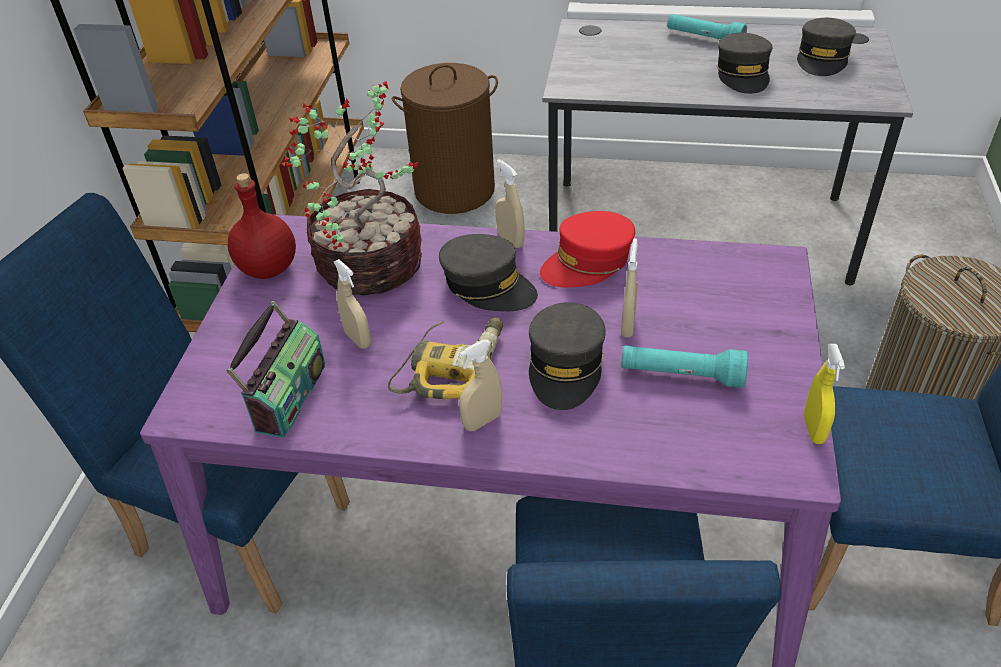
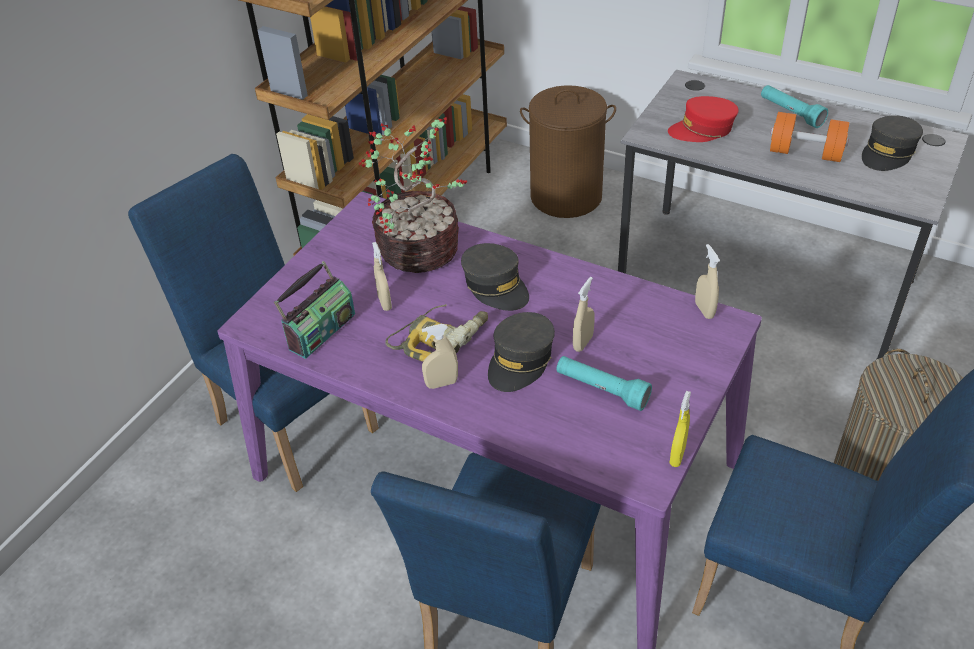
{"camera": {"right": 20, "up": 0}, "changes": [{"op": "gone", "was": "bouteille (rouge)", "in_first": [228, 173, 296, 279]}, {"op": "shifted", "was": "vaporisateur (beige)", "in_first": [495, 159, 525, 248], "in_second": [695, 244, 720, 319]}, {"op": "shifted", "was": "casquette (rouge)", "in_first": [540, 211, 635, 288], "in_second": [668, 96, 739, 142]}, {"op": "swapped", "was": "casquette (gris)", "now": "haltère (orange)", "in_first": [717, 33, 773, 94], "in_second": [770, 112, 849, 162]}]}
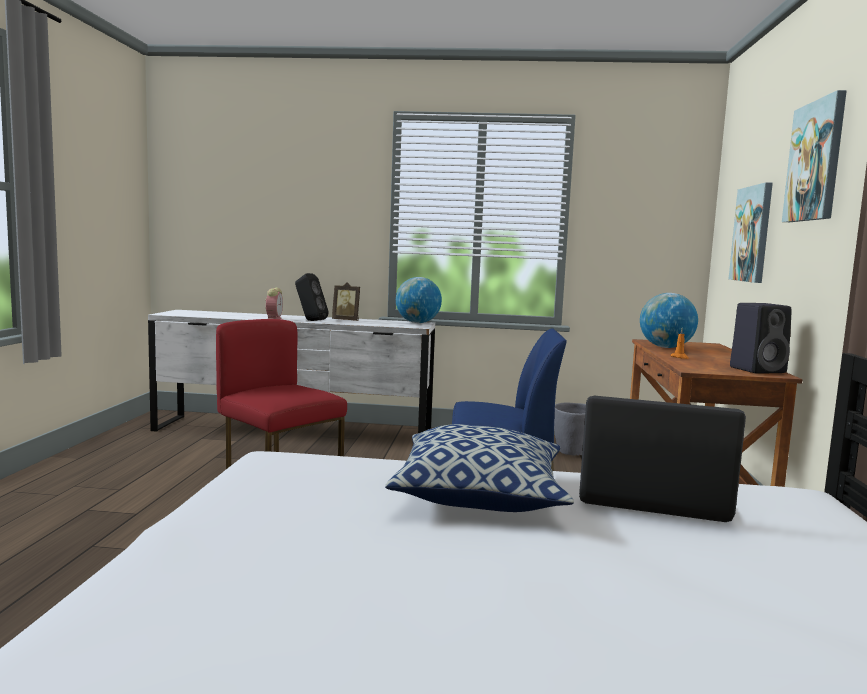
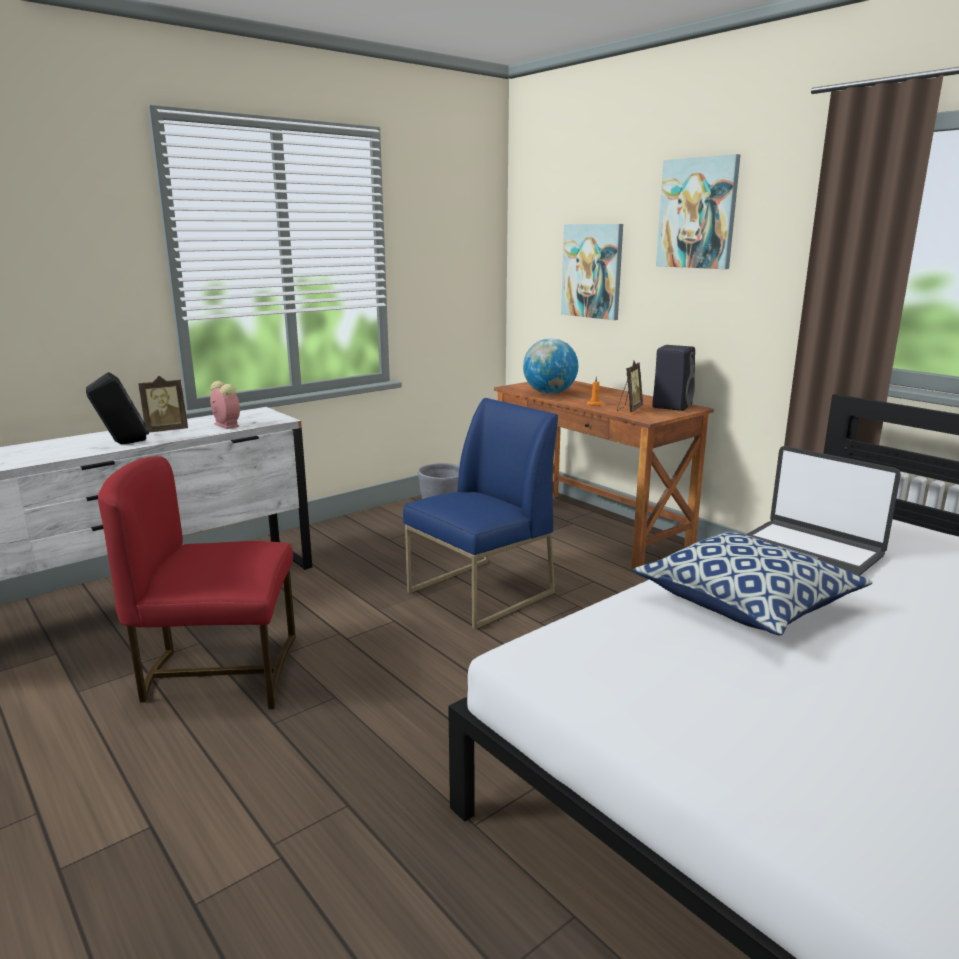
{"camera": {"right": -45, "up": 10}, "changes": [{"op": "gone", "was": "globe", "in_first": [396, 277, 442, 323]}, {"op": "new", "now": "cadre photo", "in_second": [617, 361, 643, 412]}, {"op": "shifted", "was": "réveil", "in_first": [265, 288, 283, 319], "in_second": [210, 381, 240, 429]}, {"op": "rotated", "was": "ordinateur portable", "in_first": [579, 396, 746, 522], "in_second": [746, 446, 901, 576], "clockwise": -105}]}
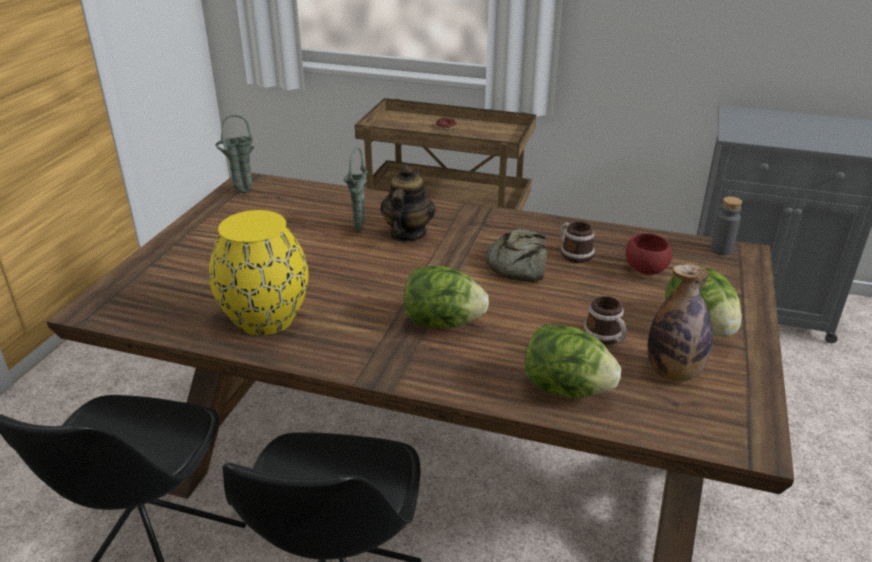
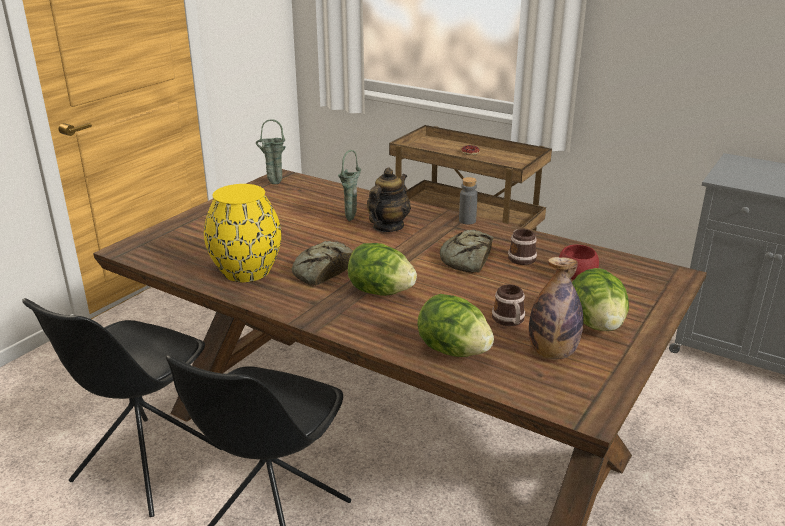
{"camera": {"right": 15, "up": -5}, "changes": [{"op": "new", "now": "pain", "in_second": [292, 241, 353, 286]}, {"op": "shifted", "was": "bouteille (gris)", "in_first": [710, 196, 742, 255], "in_second": [459, 177, 478, 224]}]}
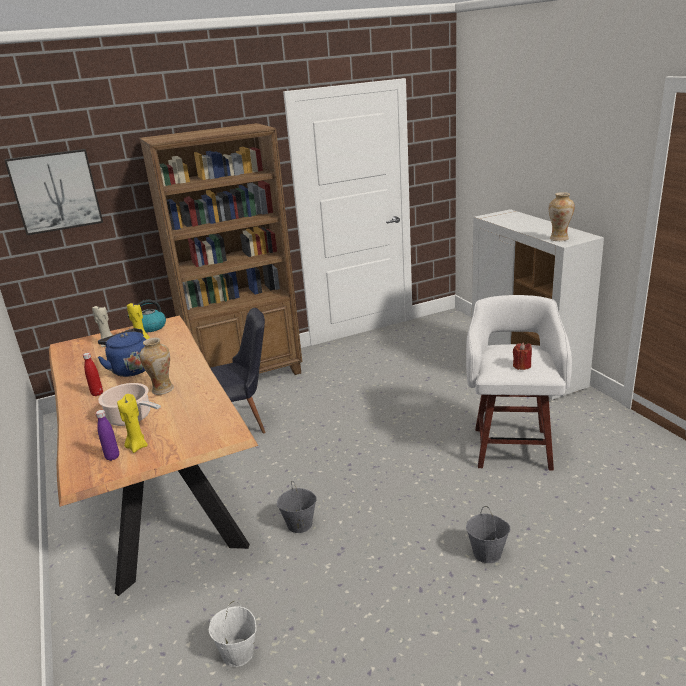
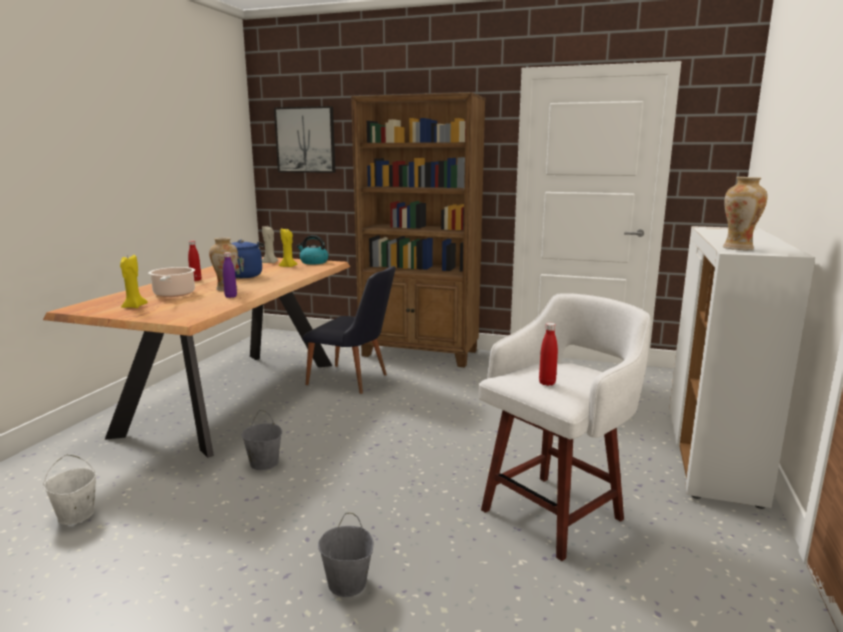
{"camera": {"right": 40, "up": -10}, "changes": [{"op": "shifted", "was": "bouteille (violet)", "in_first": [96, 410, 119, 461], "in_second": [223, 252, 237, 298]}, {"op": "swapped", "was": "bougie (rouge)", "now": "bouteille (rouge)", "in_first": [513, 343, 532, 370], "in_second": [539, 323, 558, 386]}]}
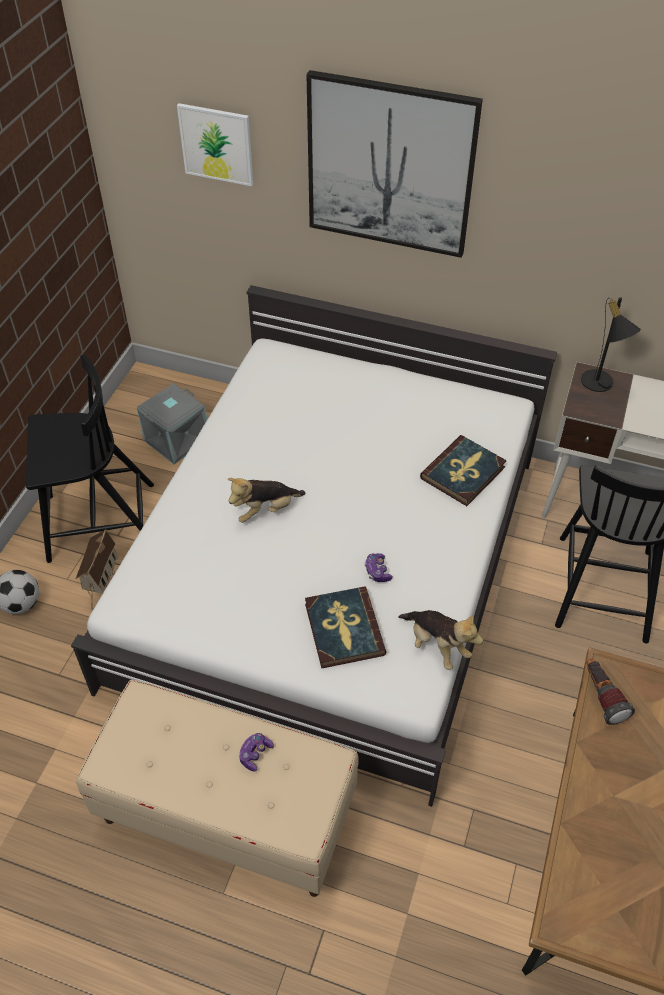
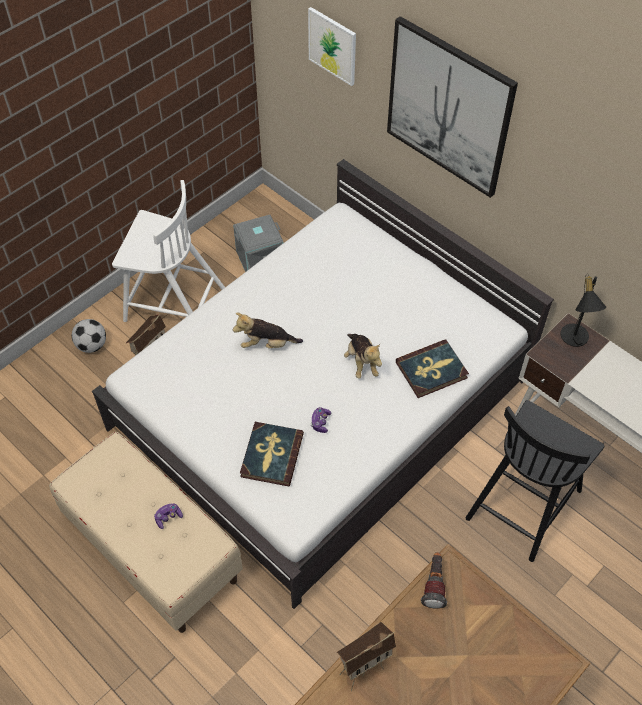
{"camera": {"right": 25, "up": 5}, "changes": [{"op": "new", "now": "maison miniature", "in_second": [337, 622, 396, 691]}, {"op": "shifted", "was": "peluche", "in_first": [398, 610, 483, 670], "in_second": [344, 334, 382, 379]}, {"op": "repainted", "was": "chaise (noir)", "now": "chaise (blanc)", "in_first": [26, 354, 154, 563], "in_second": [112, 180, 225, 322]}]}
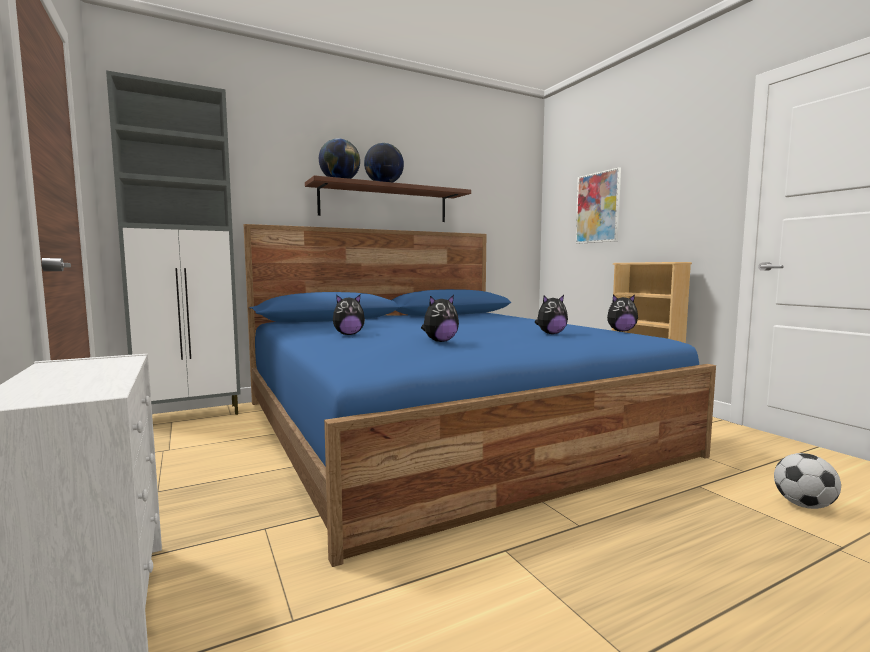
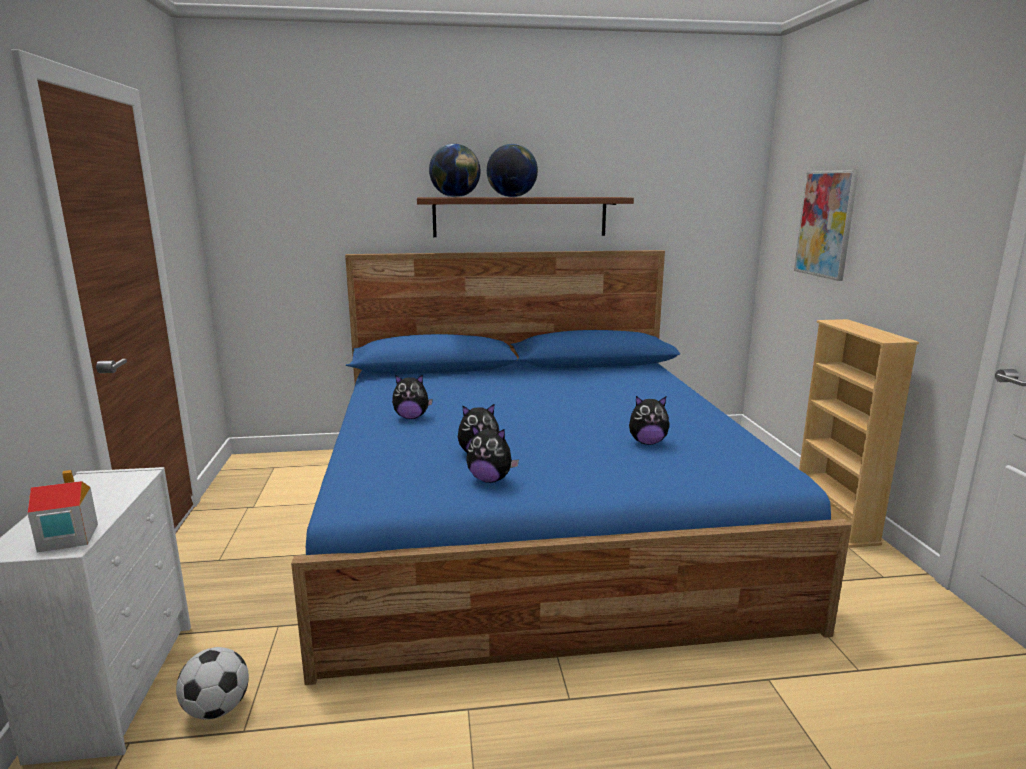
{"camera": {"right": 20, "up": 10}, "changes": [{"op": "gone", "was": "meuble de rangement (gris)", "in_first": [106, 70, 241, 415]}, {"op": "new", "now": "maison miniature", "in_second": [28, 470, 98, 552]}, {"op": "shifted", "was": "peluche", "in_first": [607, 295, 638, 332], "in_second": [466, 425, 519, 483]}, {"op": "shifted", "was": "ballon de foot", "in_first": [774, 453, 841, 509], "in_second": [176, 647, 249, 720]}]}
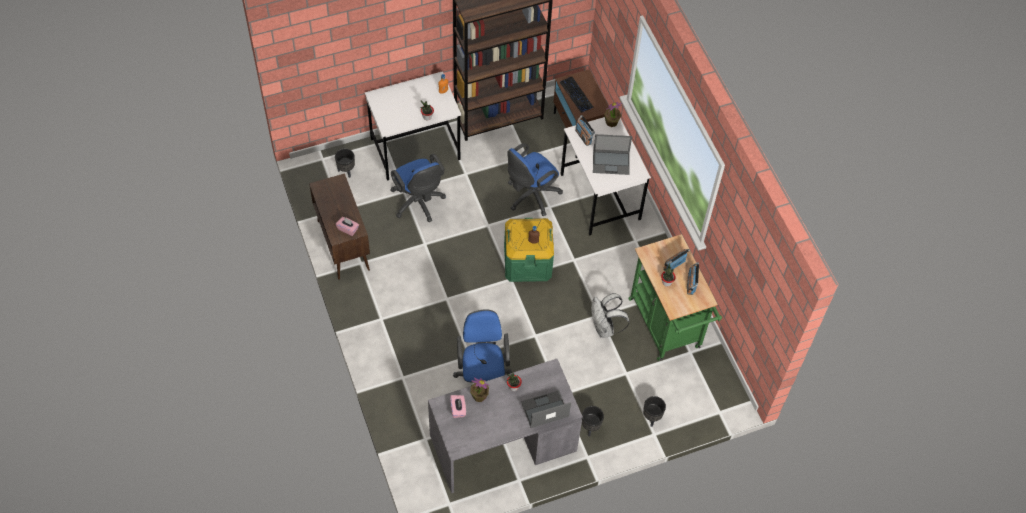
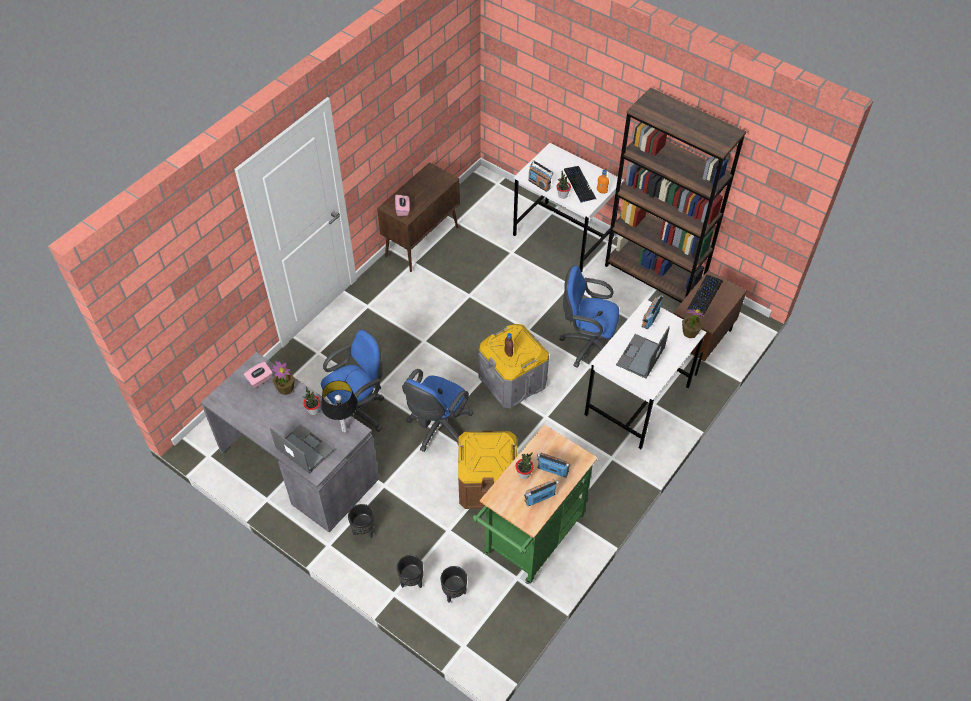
{"camera": {"right": 60, "up": -5}, "changes": [{"op": "new", "now": "lampe de table", "in_second": [321, 381, 358, 433]}, {"op": "new", "now": "radio", "in_second": [528, 160, 553, 192]}, {"op": "new", "now": "clavier", "in_second": [564, 166, 596, 202]}, {"op": "shifted", "was": "cache-pot (noir)", "in_first": [335, 148, 355, 178], "in_second": [440, 566, 467, 603]}, {"op": "shifted", "was": "chaise de bureau (bleu)", "in_first": [390, 154, 446, 222], "in_second": [402, 369, 474, 452]}, {"op": "swapped", "was": "sac à dos (blanc)", "now": "boîte de rangement (marron)", "in_first": [591, 293, 630, 338], "in_second": [458, 430, 517, 509]}, {"op": "repainted", "was": "boîte de rangement (vert)", "now": "boîte de rangement (gris)", "in_first": [504, 218, 554, 282], "in_second": [479, 324, 549, 408]}, {"op": "rotated", "was": "ordinateur portable", "in_first": [593, 134, 632, 175], "in_second": [616, 326, 670, 379], "clockwise": 60}]}
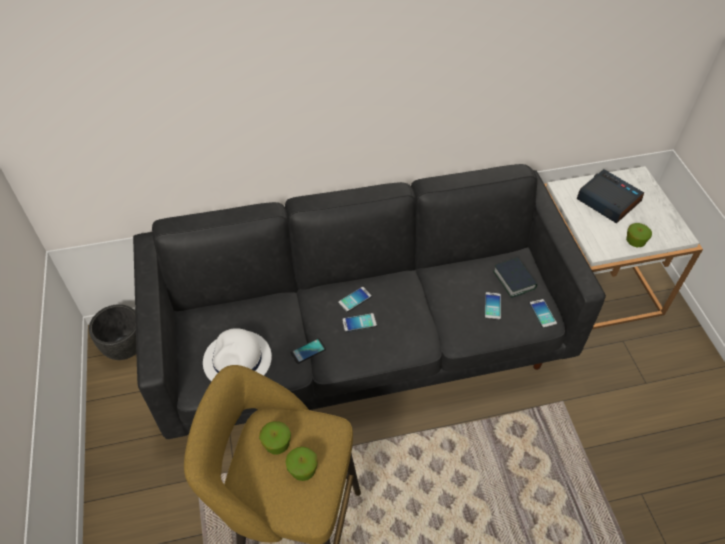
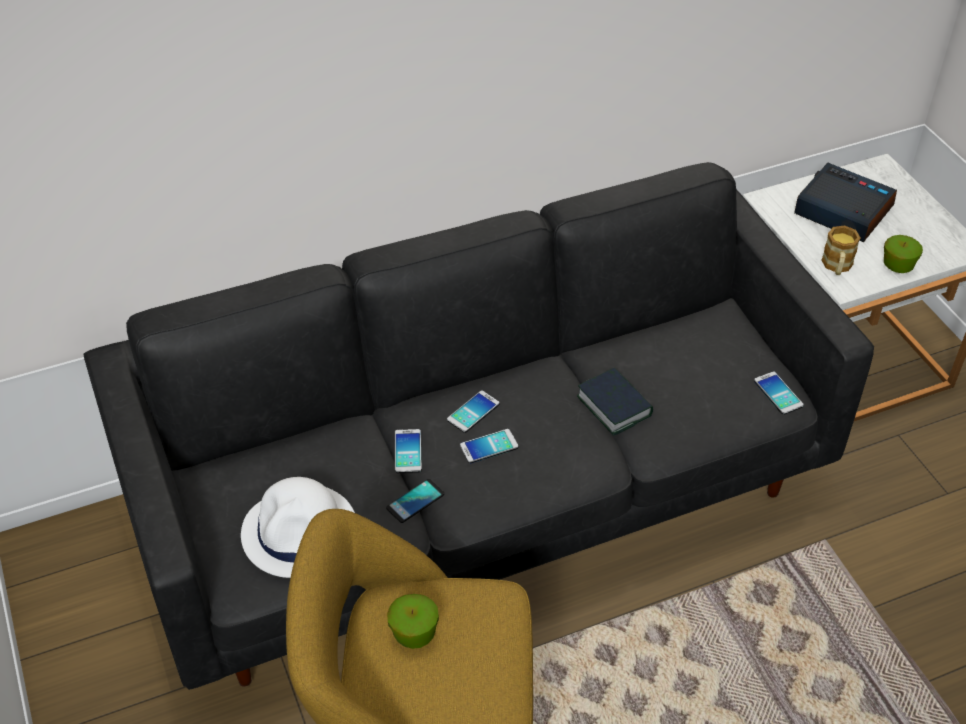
{"camera": {"right": -10, "up": -5}, "changes": [{"op": "gone", "was": "cache-pot (noir)", "in_first": [89, 304, 136, 360]}, {"op": "gone", "was": "pomme", "in_first": [286, 446, 318, 481]}, {"op": "new", "now": "mug", "in_second": [821, 225, 860, 275]}, {"op": "shifted", "was": "téléphone", "in_first": [485, 292, 501, 320], "in_second": [394, 429, 422, 473]}, {"op": "shifted", "was": "livre", "in_first": [493, 257, 537, 298], "in_second": [577, 367, 653, 436]}]}
